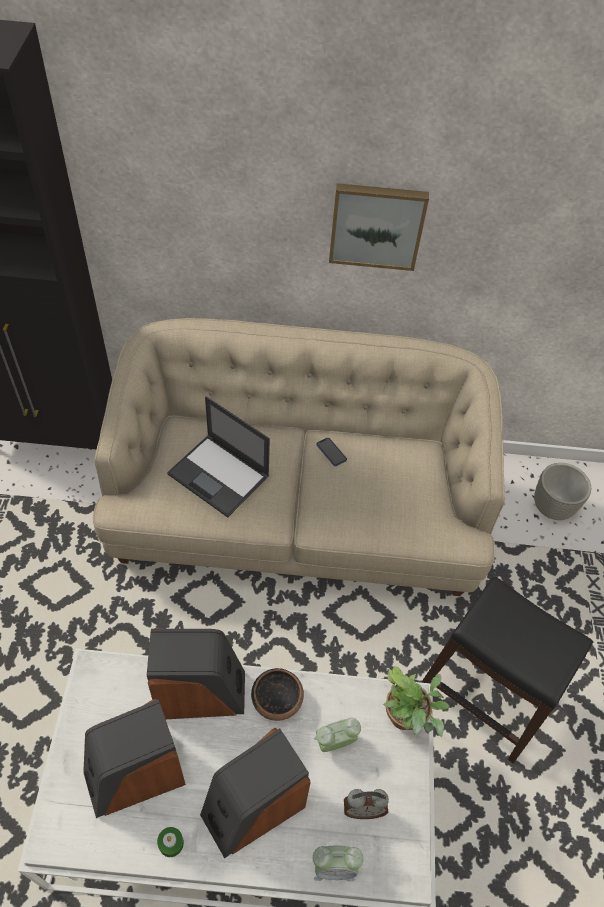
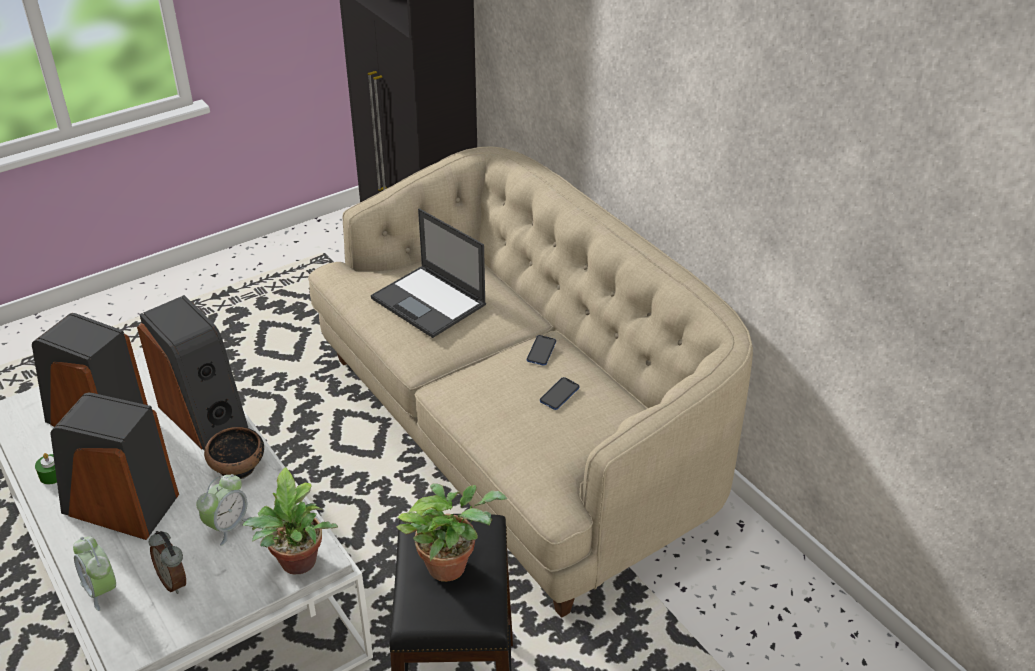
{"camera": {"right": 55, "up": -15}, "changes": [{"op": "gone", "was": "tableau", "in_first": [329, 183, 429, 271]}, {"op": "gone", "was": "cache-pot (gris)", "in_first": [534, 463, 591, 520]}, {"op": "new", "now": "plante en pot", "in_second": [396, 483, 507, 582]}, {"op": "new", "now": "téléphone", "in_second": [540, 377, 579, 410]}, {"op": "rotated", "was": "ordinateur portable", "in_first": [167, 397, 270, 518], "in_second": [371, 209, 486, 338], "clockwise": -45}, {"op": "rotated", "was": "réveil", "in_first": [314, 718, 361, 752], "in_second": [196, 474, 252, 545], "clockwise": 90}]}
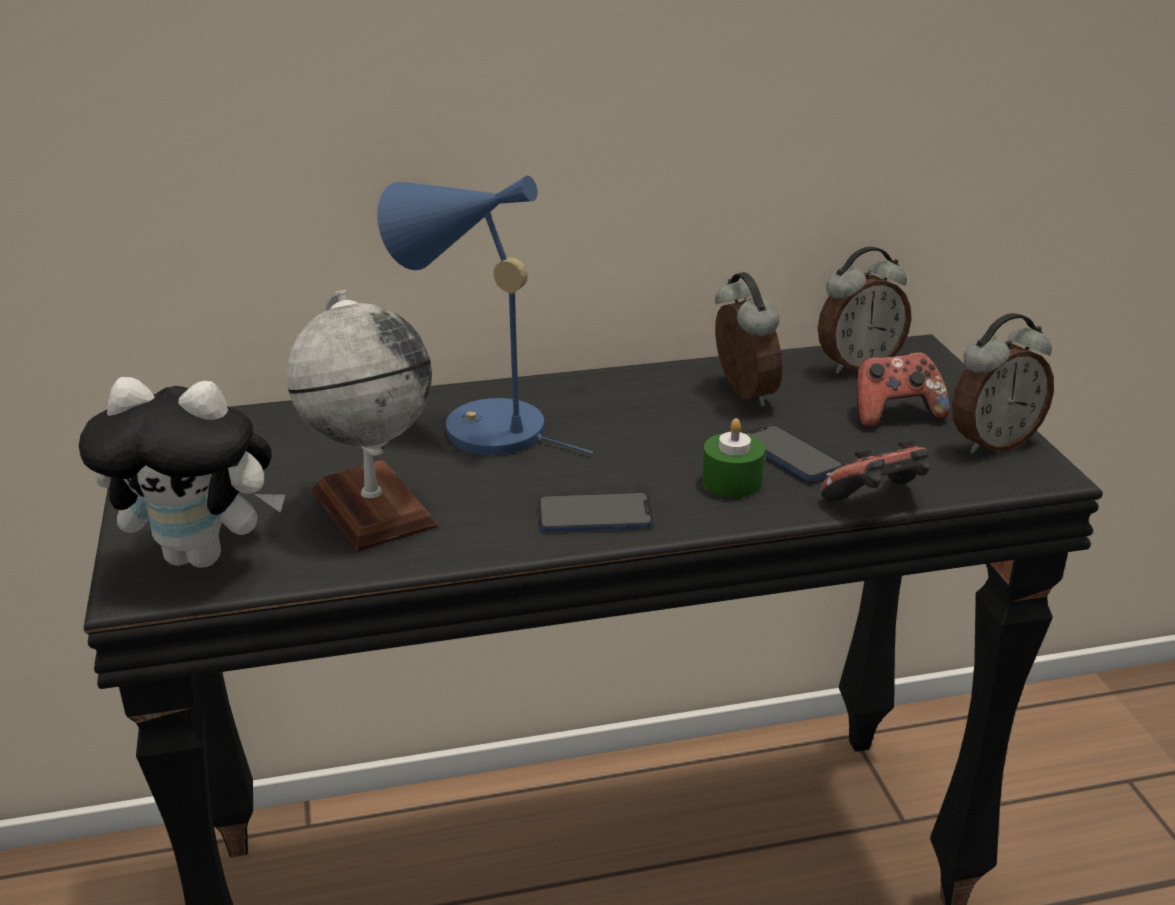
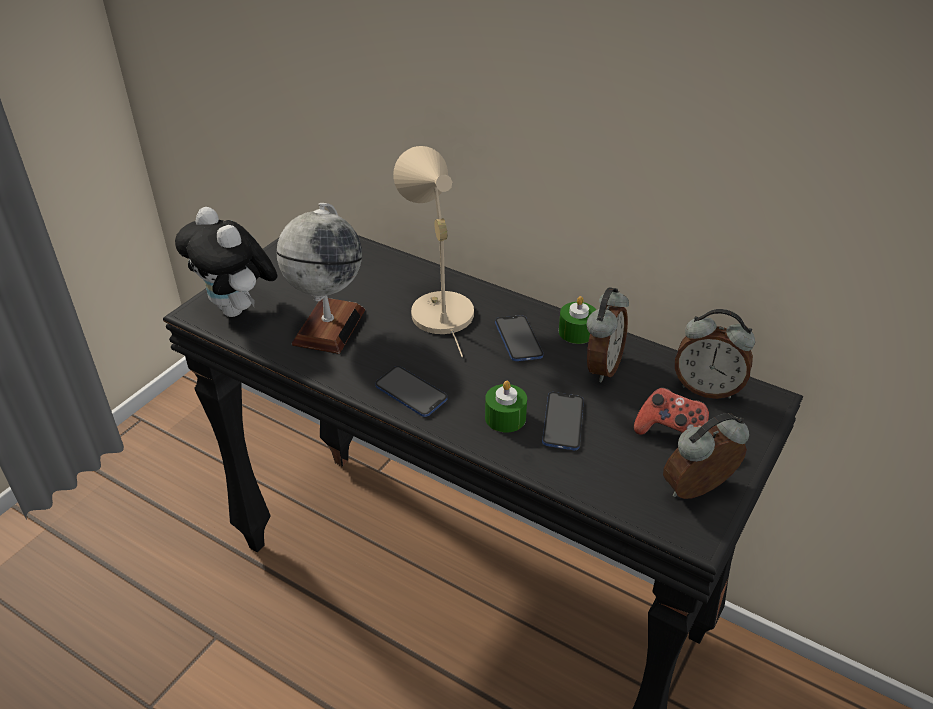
{"camera": {"right": 45, "up": 10}, "changes": [{"op": "gone", "was": "manette", "in_first": [820, 439, 930, 502]}, {"op": "new", "now": "téléphone", "in_second": [495, 315, 544, 361]}, {"op": "new", "now": "bougie (vert)", "in_second": [559, 296, 596, 344]}, {"op": "repainted", "was": "lampe de table (bleu)", "now": "lampe de table (beige)", "in_first": [377, 176, 594, 455], "in_second": [393, 146, 474, 357]}, {"op": "rotated", "was": "réveil", "in_first": [952, 313, 1054, 454], "in_second": [663, 413, 749, 499], "clockwise": 135}]}
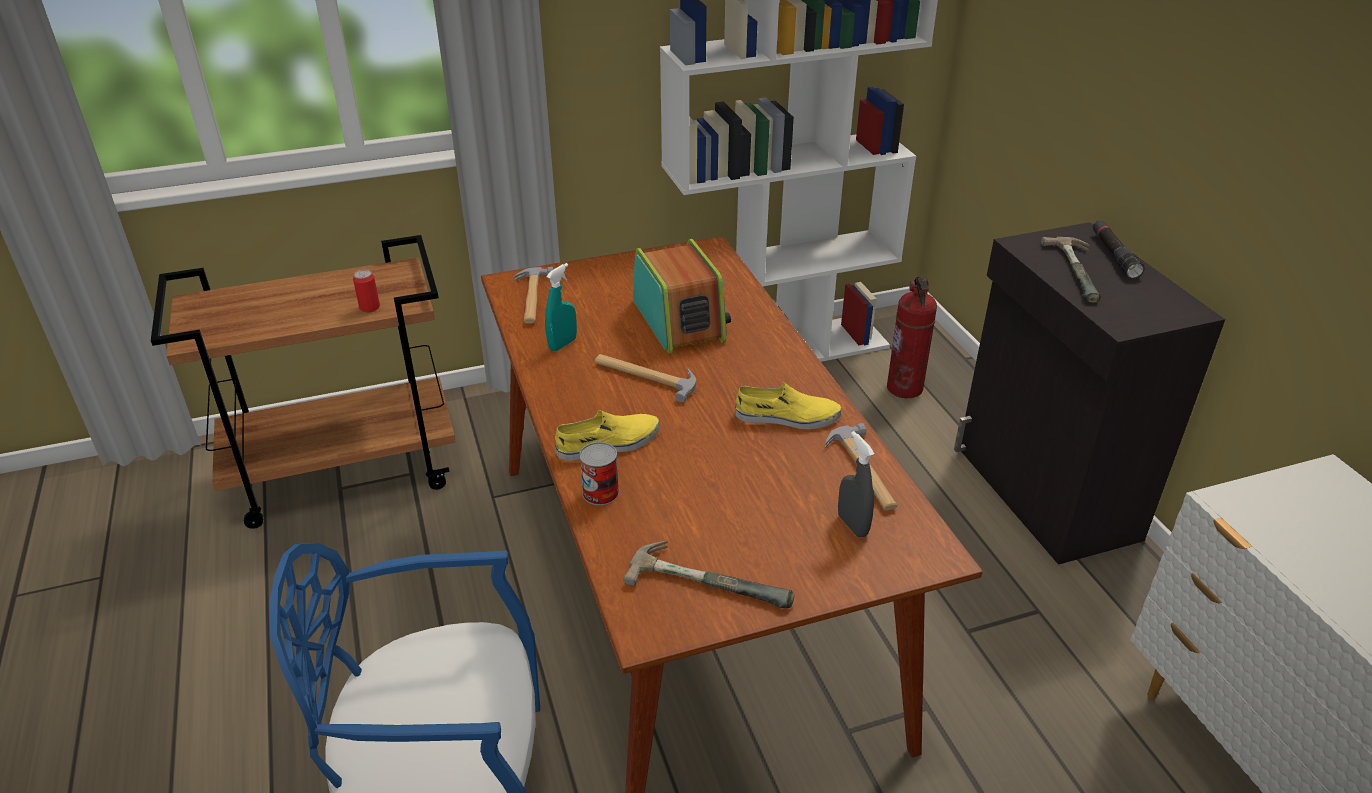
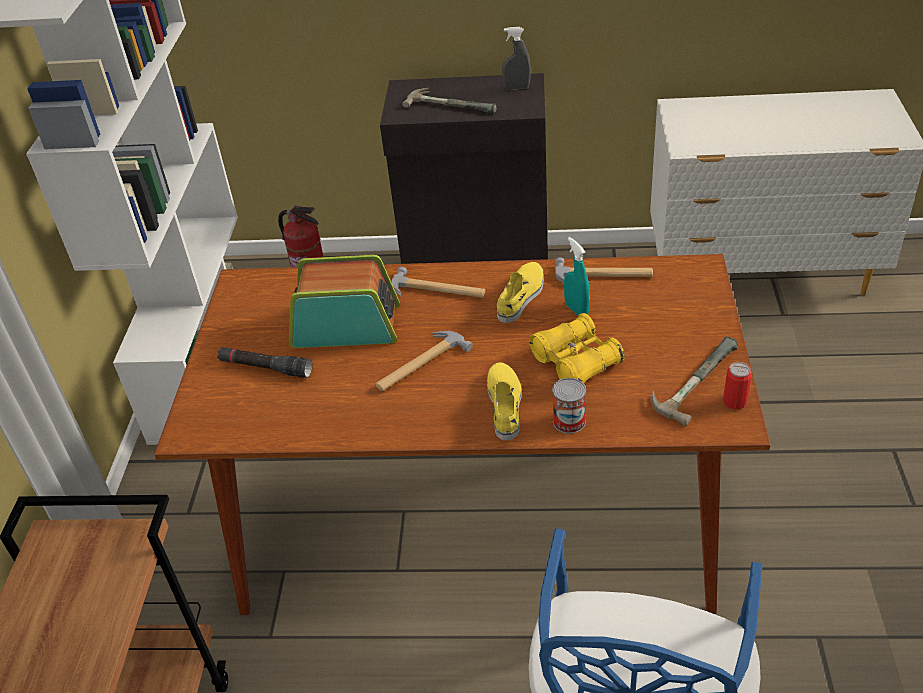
{"camera": {"right": -65, "up": 5}, "changes": [{"op": "new", "now": "jumelles (jaune)", "in_second": [529, 313, 625, 383]}, {"op": "shifted", "was": "boîte métallique", "in_first": [353, 269, 380, 312], "in_second": [723, 362, 752, 409]}, {"op": "shifted", "was": "marteau", "in_first": [513, 267, 553, 324], "in_second": [392, 267, 485, 298]}, {"op": "shifted", "was": "vaporisateur (turquoise)", "in_first": [545, 263, 577, 351], "in_second": [564, 237, 590, 316]}, {"op": "shifted", "was": "vaporisateur (gris)", "in_first": [838, 431, 874, 537], "in_second": [502, 27, 531, 90]}, {"op": "shifted", "was": "lampe de poche (noir)", "in_first": [1092, 221, 1144, 279], "in_second": [217, 347, 312, 378]}]}
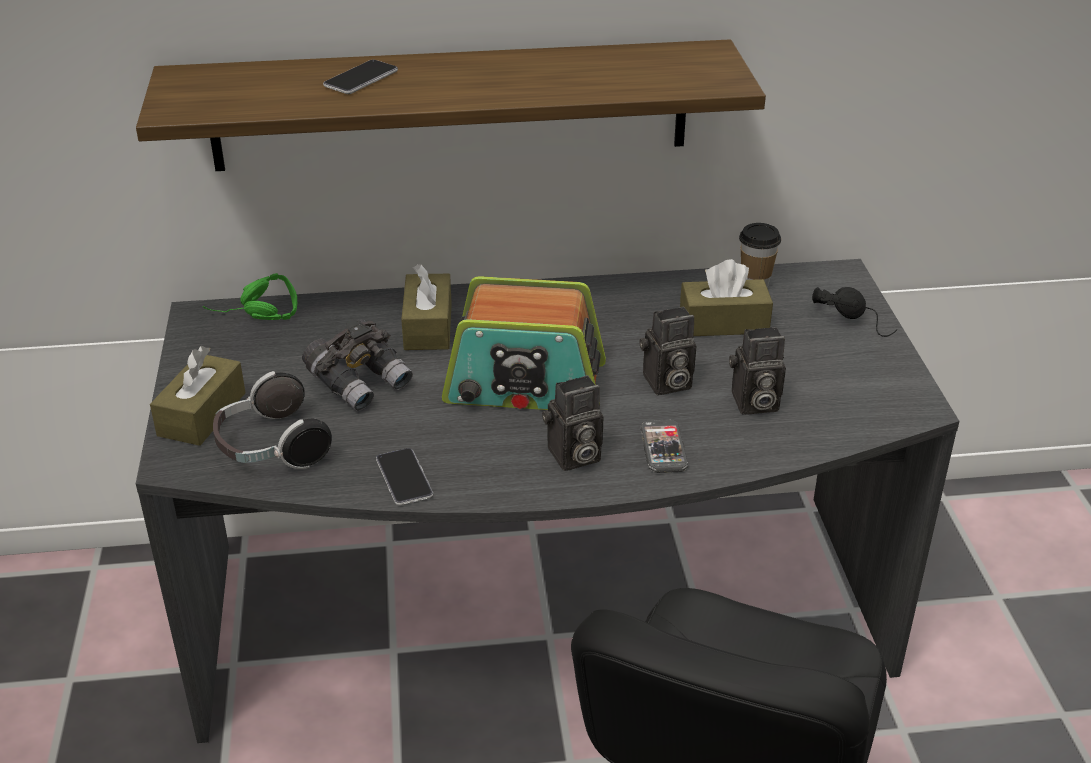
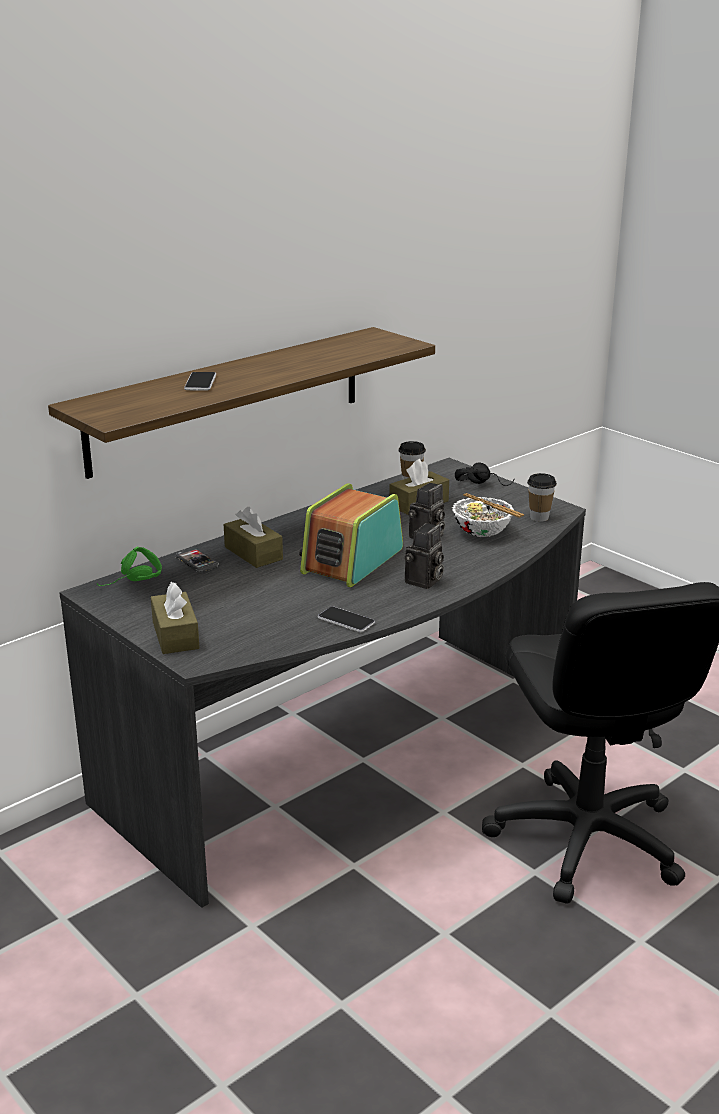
{"camera": {"right": -35, "up": -10}, "changes": [{"op": "gone", "was": "casque audio", "in_first": [213, 371, 332, 469]}, {"op": "gone", "was": "jumelles (gris)", "in_first": [302, 319, 413, 411]}, {"op": "new", "now": "tasse", "in_second": [527, 473, 557, 522]}, {"op": "shifted", "was": "téléphone", "in_first": [640, 420, 688, 473], "in_second": [175, 548, 219, 573]}, {"op": "swapped", "was": "appareil photo", "now": "bol", "in_first": [729, 327, 786, 415], "in_second": [452, 493, 524, 537]}, {"op": "rotated", "was": "radio", "in_first": [442, 276, 606, 410], "in_second": [299, 483, 403, 587], "clockwise": 150}]}
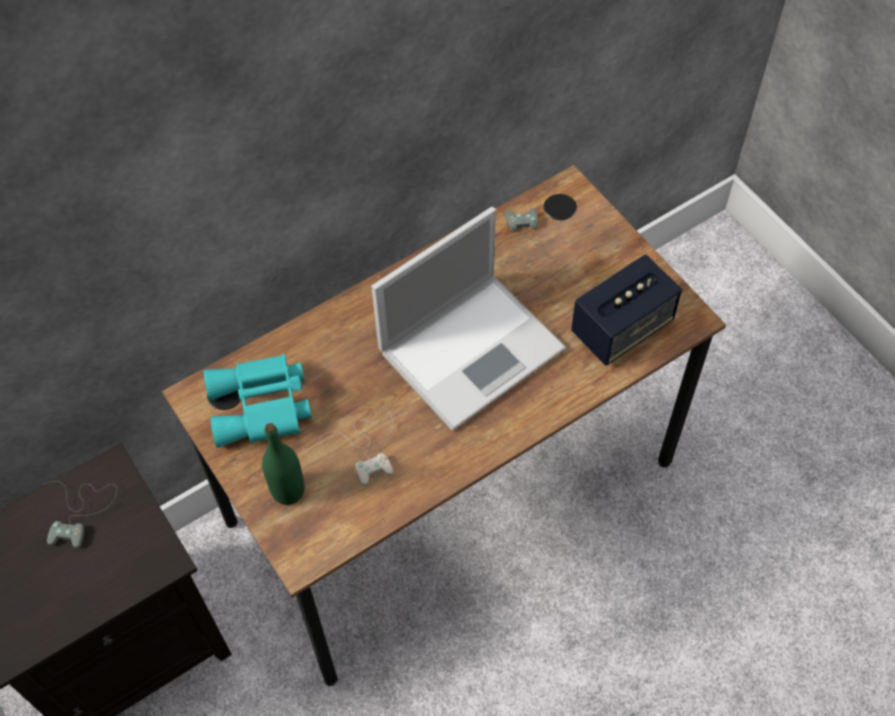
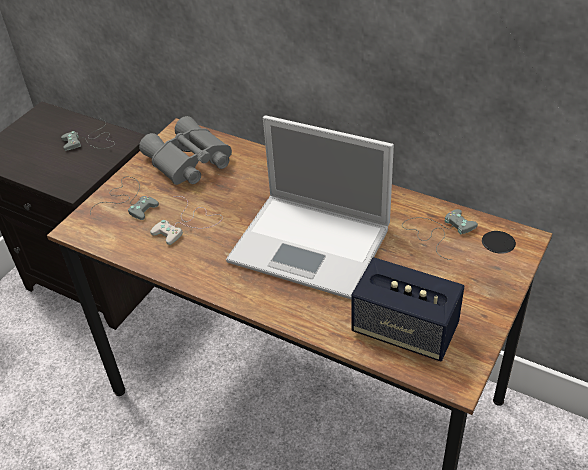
{"camera": {"right": 65, "up": -15}, "changes": [{"op": "swapped", "was": "bouteille (vert)", "now": "manette (gris)", "in_first": [262, 423, 305, 505], "in_second": [90, 177, 159, 220]}, {"op": "repainted", "was": "jumelles (turquoise)", "now": "jumelles (gris)", "in_first": [203, 354, 312, 448], "in_second": [139, 116, 232, 185]}]}
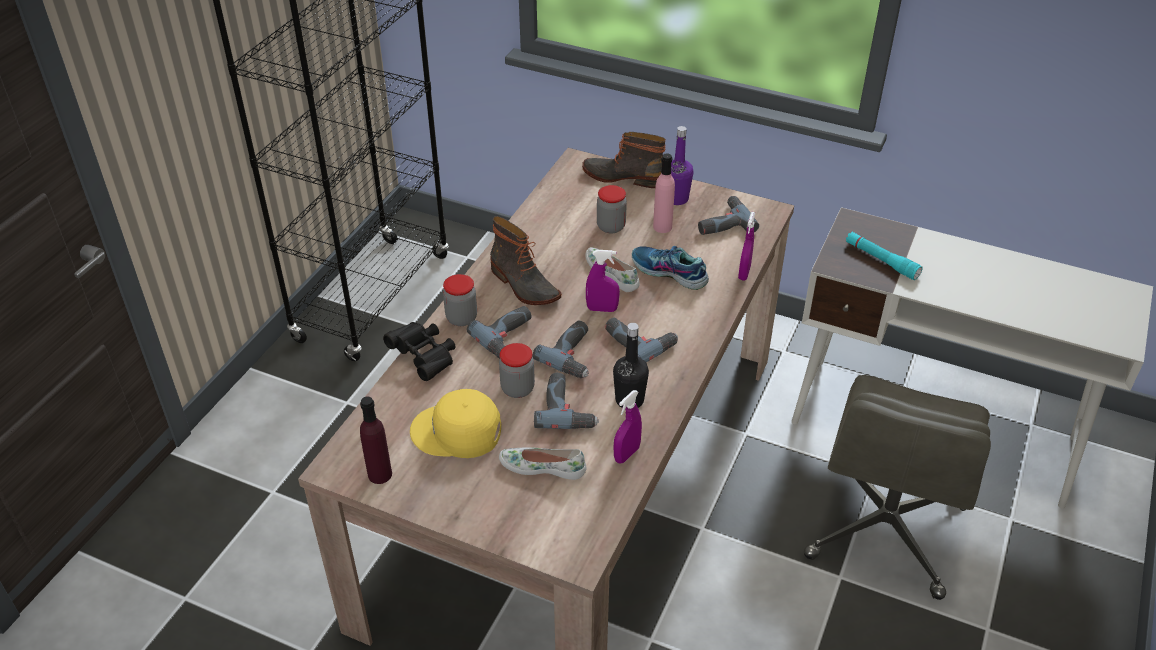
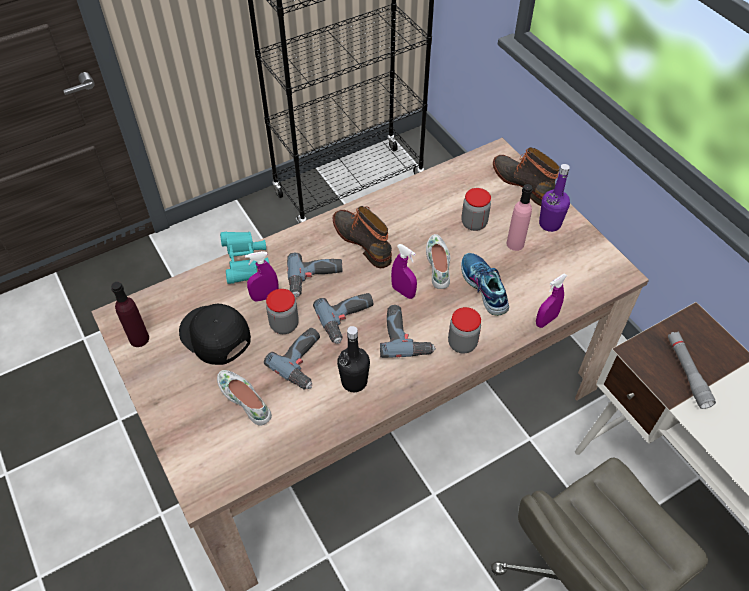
{"camera": {"right": 35, "up": 10}, "changes": [{"op": "gone", "was": "perceuse", "in_first": [698, 196, 759, 235]}, {"op": "shifted", "was": "bocal", "in_first": [443, 274, 477, 326], "in_second": [448, 307, 481, 353]}, {"op": "shifted", "was": "vaporisateur (violet)", "in_first": [614, 390, 642, 464], "in_second": [245, 251, 279, 302]}, {"op": "repainted", "was": "jumelles (noir)", "now": "jumelles (turquoise)", "in_first": [383, 322, 456, 381], "in_second": [220, 232, 269, 284]}, {"op": "repainted", "was": "casquette (jaune)", "now": "casquette (noir)", "in_first": [410, 389, 501, 458], "in_second": [179, 304, 251, 365]}, {"op": "repainted", "was": "lampe de poche (turquoise)", "now": "lampe de poche (gris)", "in_first": [846, 232, 923, 280], "in_second": [668, 332, 716, 409]}, {"op": "rotated", "was": "botte", "in_first": [490, 216, 562, 305], "in_second": [333, 206, 392, 268], "clockwise": 150}]}
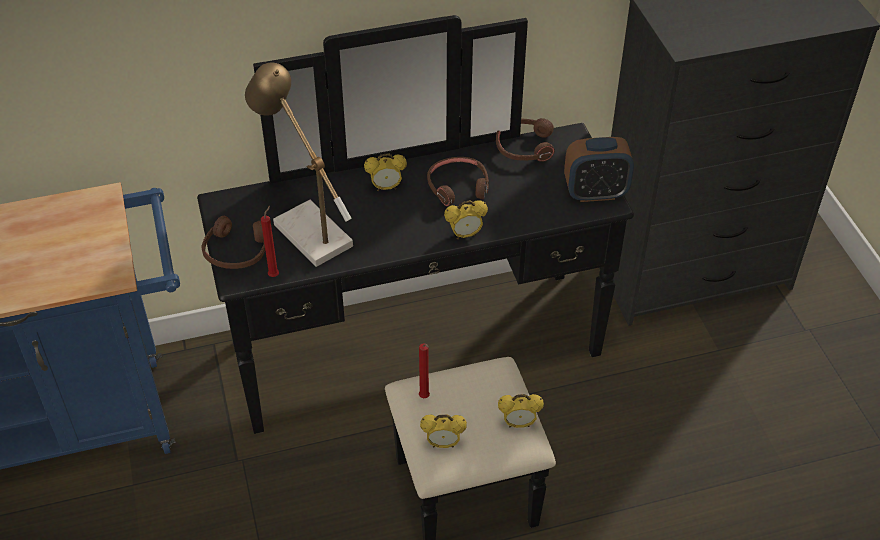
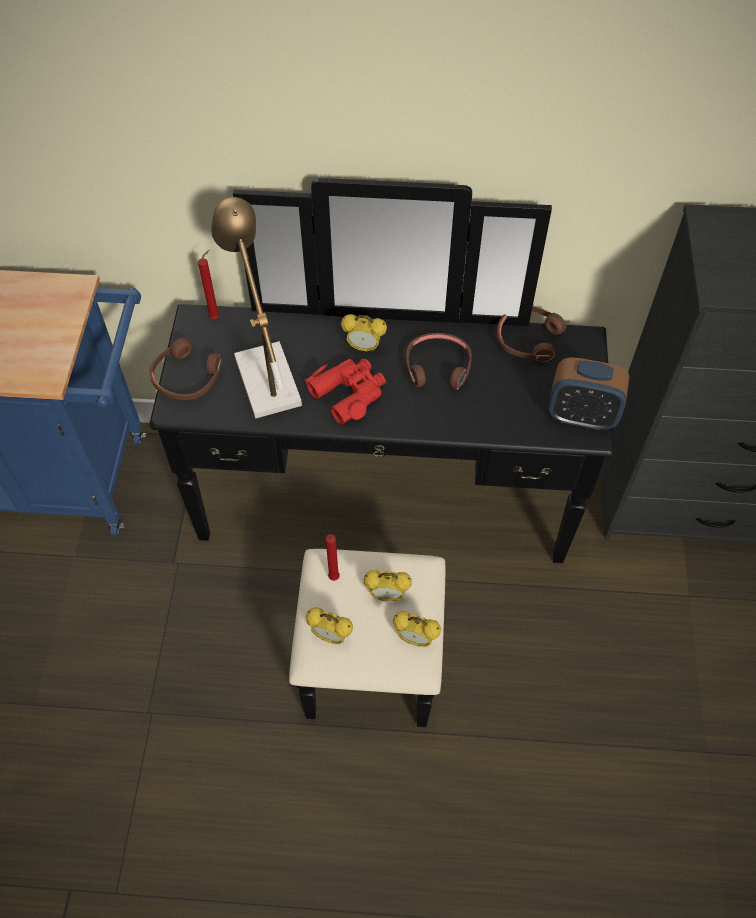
{"camera": {"right": 20, "up": 10}, "changes": [{"op": "new", "now": "jumelles (rouge)", "in_second": [305, 359, 386, 425]}, {"op": "shifted", "was": "bougie (rouge)", "in_first": [261, 206, 279, 277], "in_second": [198, 250, 220, 319]}, {"op": "shifted", "was": "réveil", "in_first": [444, 200, 488, 239], "in_second": [364, 570, 412, 602]}]}
